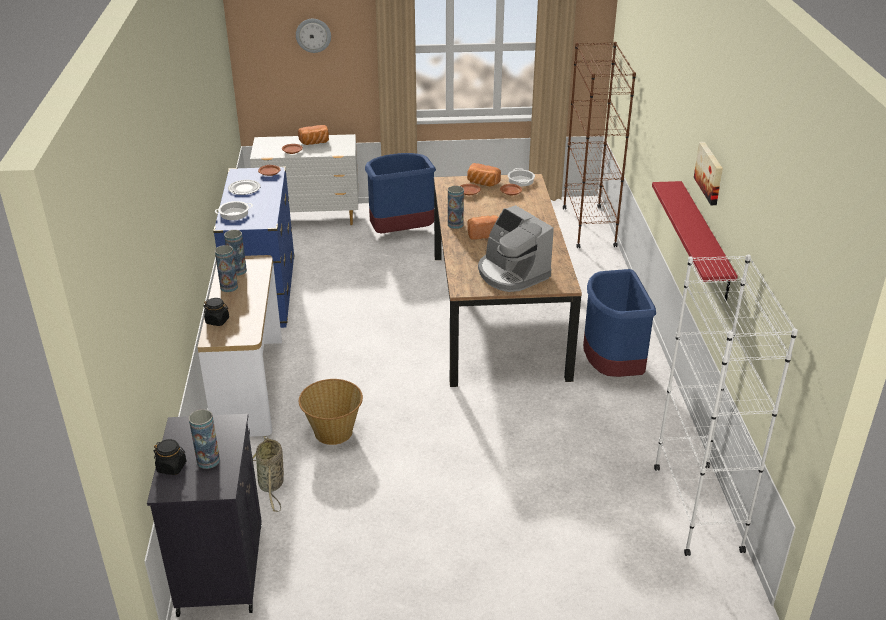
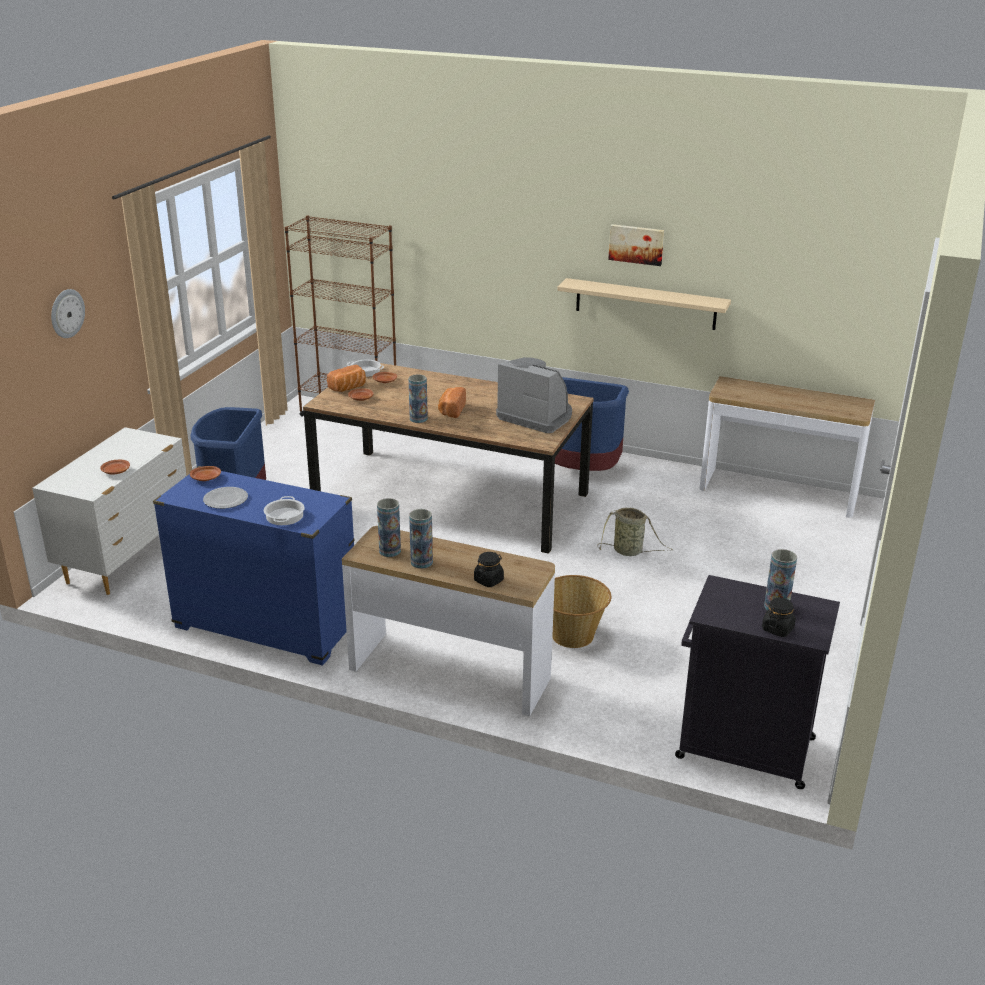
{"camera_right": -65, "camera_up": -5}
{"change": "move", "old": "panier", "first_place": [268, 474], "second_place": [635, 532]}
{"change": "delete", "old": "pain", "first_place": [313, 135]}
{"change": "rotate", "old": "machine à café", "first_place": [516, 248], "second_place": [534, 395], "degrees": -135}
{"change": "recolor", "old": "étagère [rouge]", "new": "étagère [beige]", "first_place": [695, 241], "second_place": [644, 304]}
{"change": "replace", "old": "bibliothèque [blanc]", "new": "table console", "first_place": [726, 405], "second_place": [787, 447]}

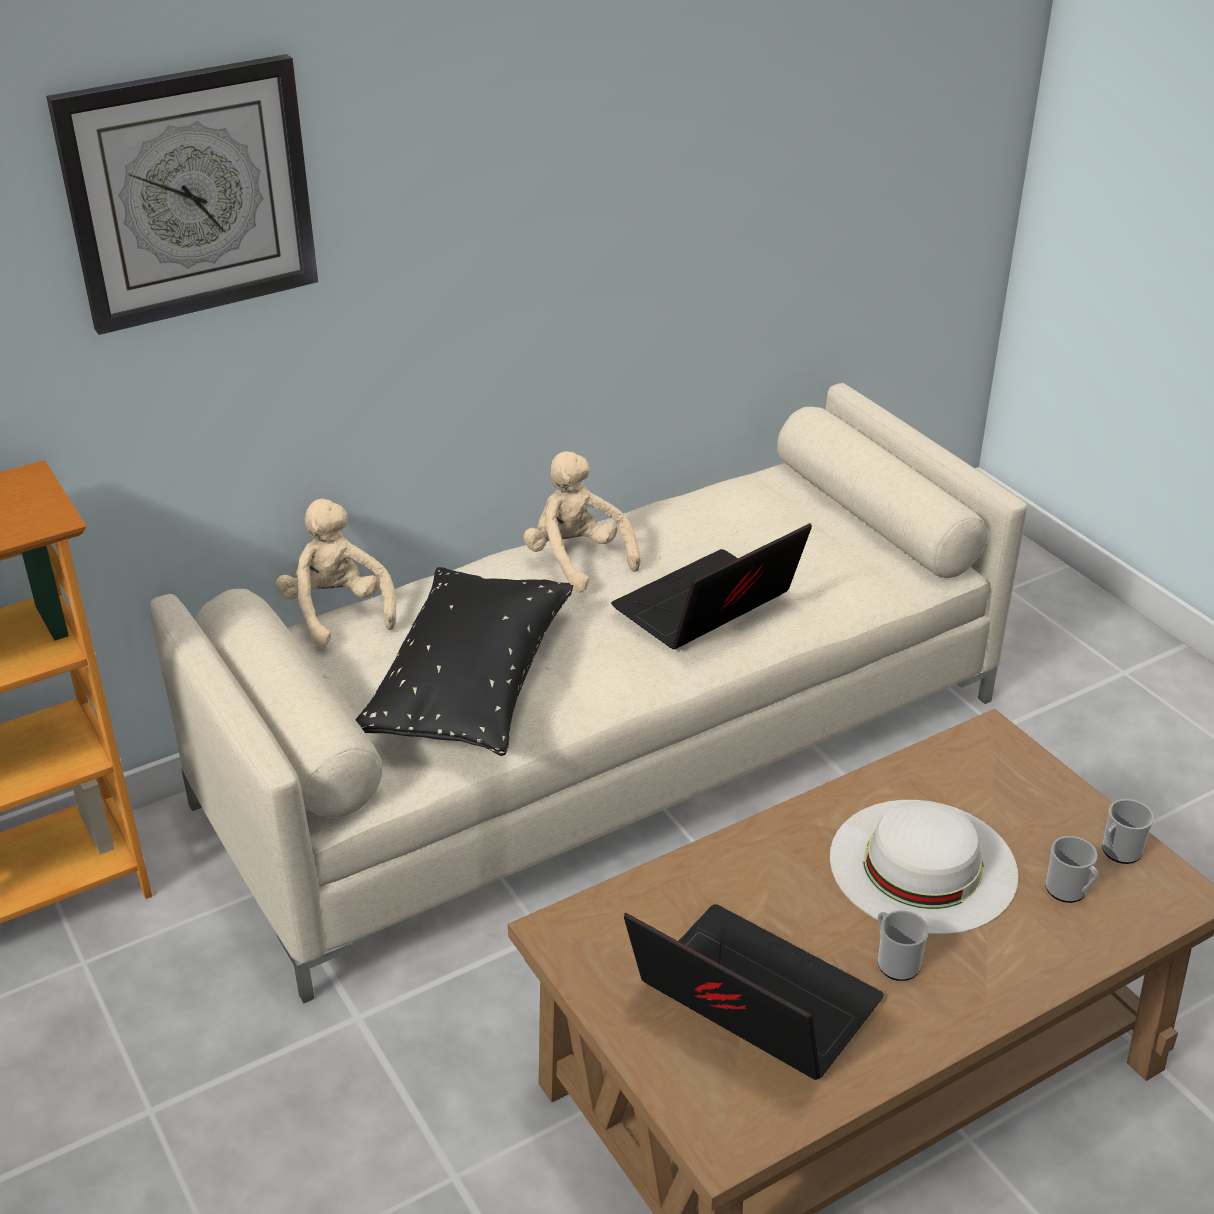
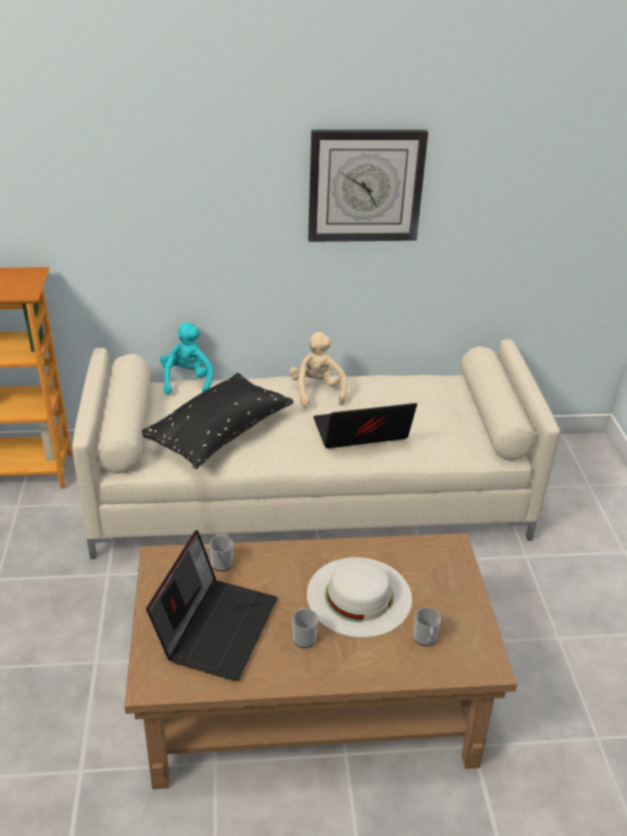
{"camera_right": 25, "camera_up": 0}
{"change": "move", "old": "horloge murale", "first_place": [182, 194], "second_place": [368, 186]}
{"change": "recolor", "old": "peluche [beige]", "new": "peluche [turquoise]", "first_place": [336, 573], "second_place": [186, 358]}
{"change": "rotate", "old": "ordinateur portable", "first_place": [754, 992], "second_place": [212, 605], "degrees": 45}
{"change": "move", "old": "mug", "first_place": [1128, 831], "second_place": [218, 553]}

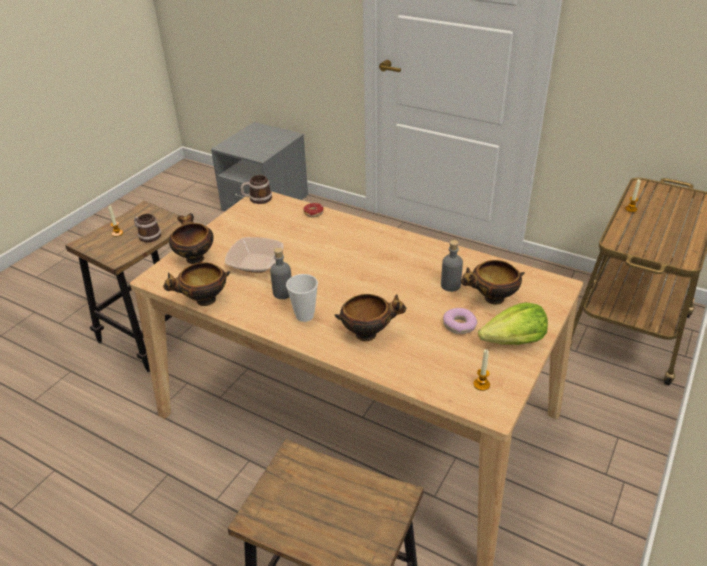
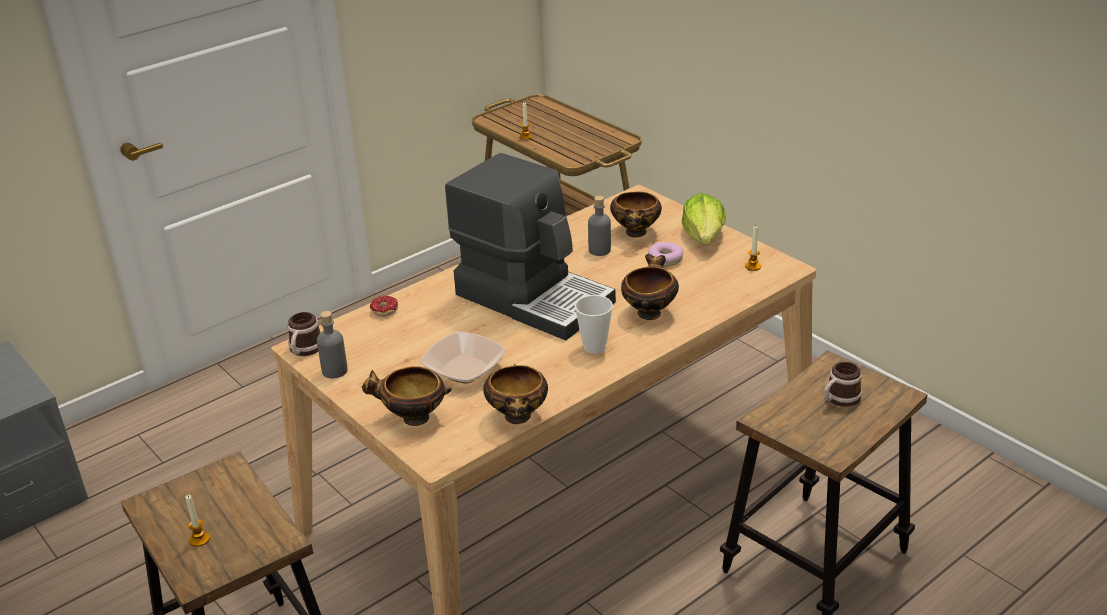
{"camera_right": -70, "camera_up": -5}
{"change": "move", "old": "mug", "first_place": [147, 228], "second_place": [843, 384]}
{"change": "move", "old": "bouteille [gris]", "first_place": [280, 273], "second_place": [332, 344]}
{"change": "insert", "new": "machine à café", "second_place": [530, 247]}

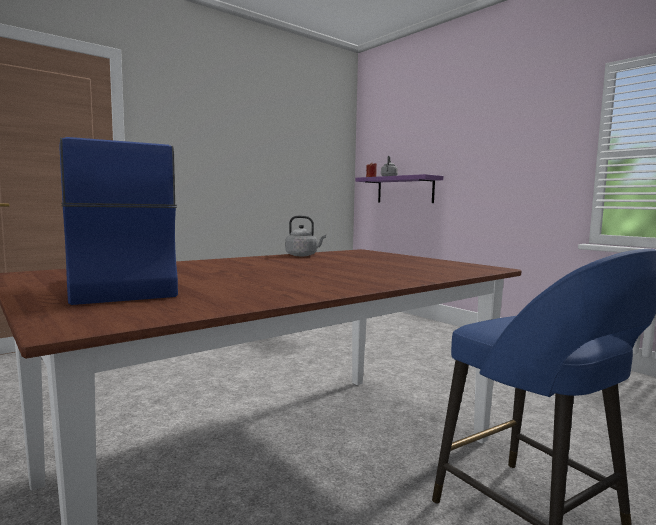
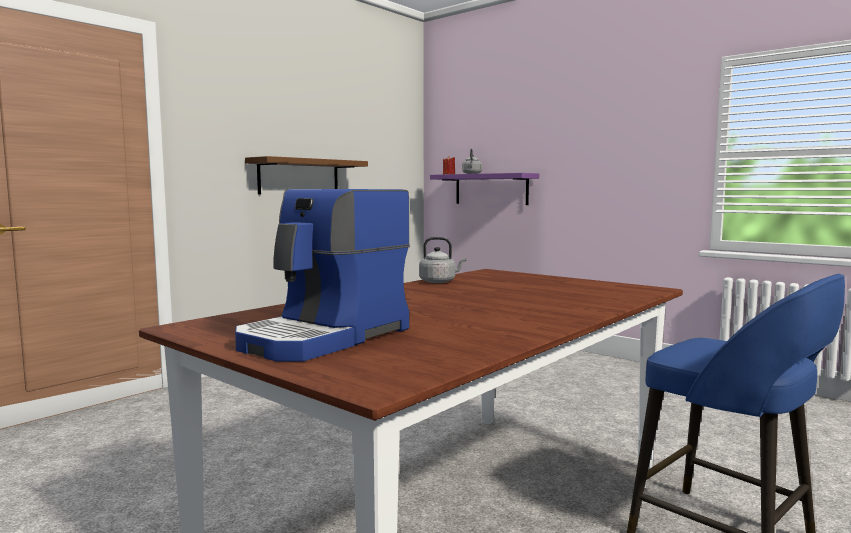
{"camera_right": -10, "camera_up": 0}
{"change": "rotate", "old": "machine à café", "first_place": [118, 221], "second_place": [322, 275], "degrees": -105}
{"change": "insert", "new": "étagère [marron]", "second_place": [306, 175]}

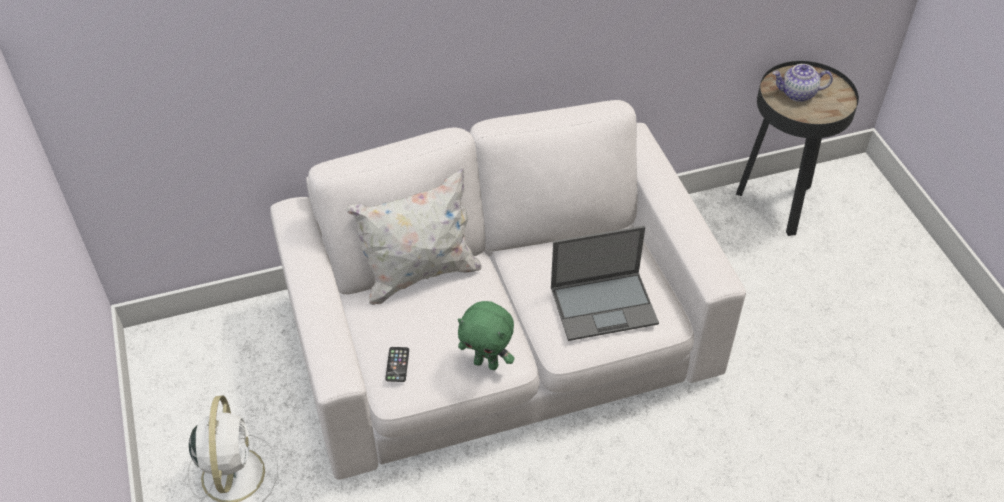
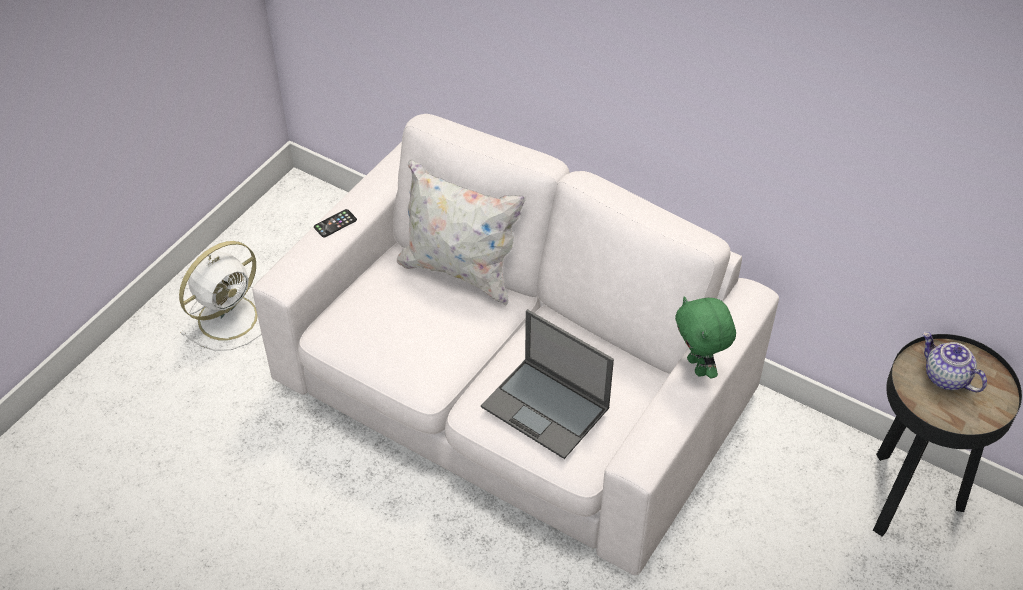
{"camera_right": 50, "camera_up": 0}
{"change": "move", "old": "téléphone", "first_place": [397, 364], "second_place": [335, 223]}
{"change": "move", "old": "peluche [vert]", "first_place": [486, 335], "second_place": [705, 337]}

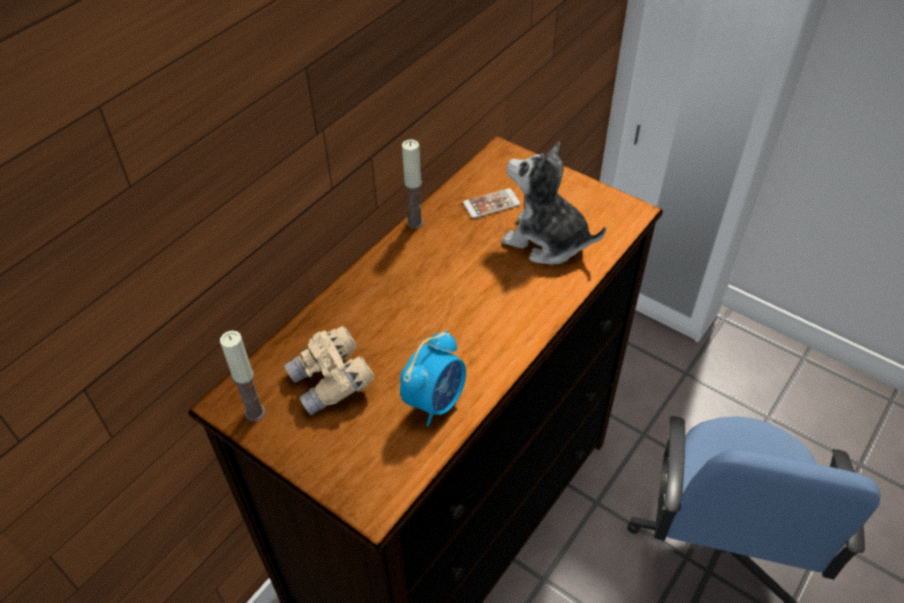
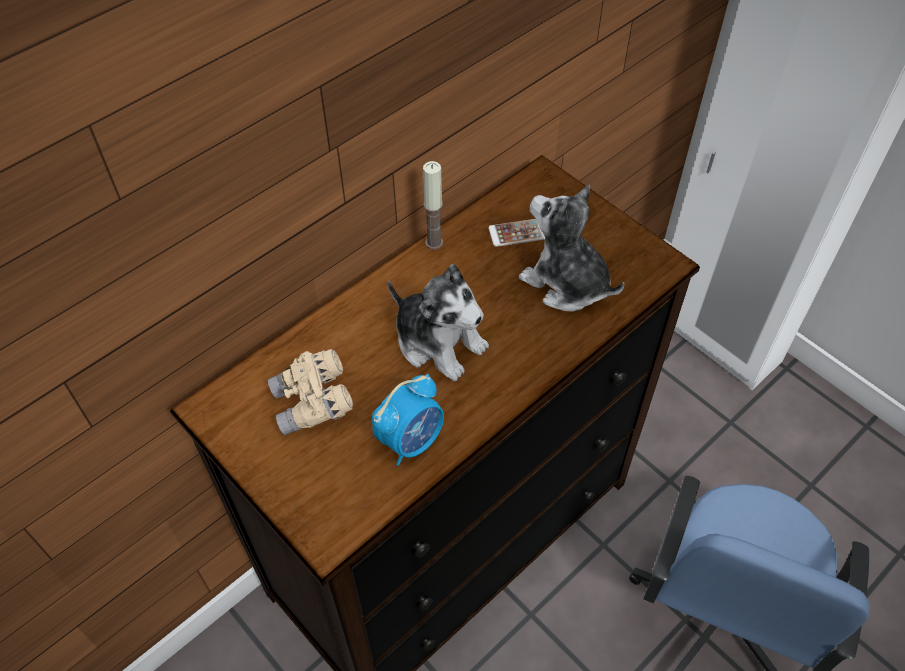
{"camera_right": 10, "camera_up": 5}
{"change": "delete", "old": "bougie", "first_place": [243, 376]}
{"change": "insert", "new": "peluche", "second_place": [438, 322]}

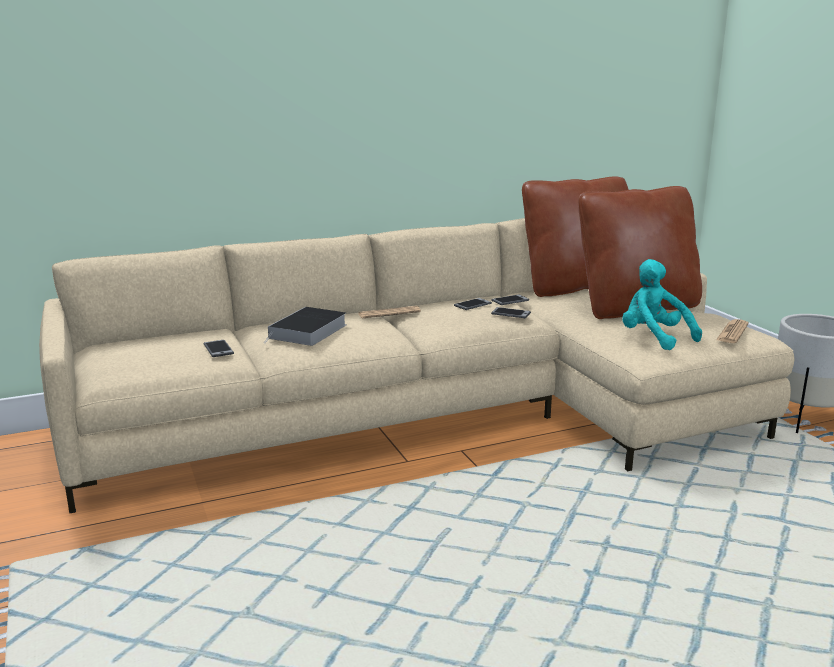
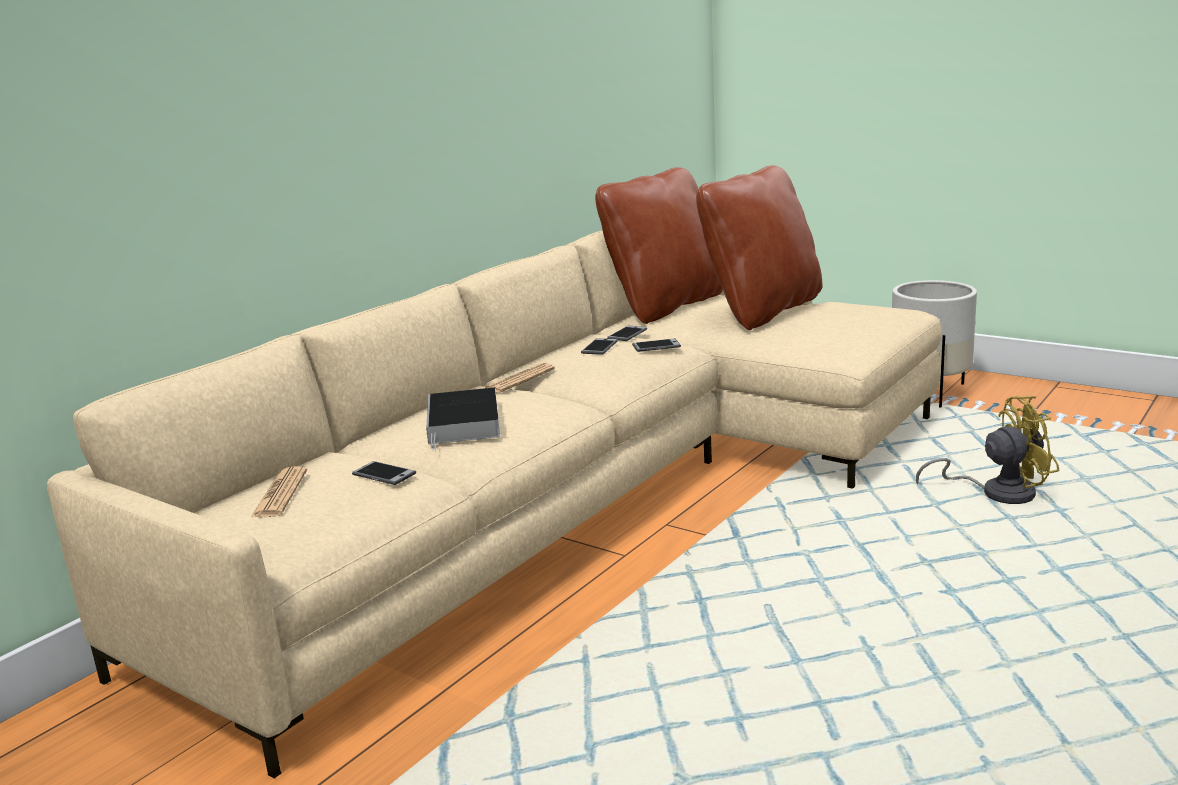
{"camera_right": -30, "camera_up": 0}
{"change": "delete", "old": "peluche [turquoise]", "first_place": [662, 304]}
{"change": "move", "old": "journal", "first_place": [732, 331], "second_place": [278, 492]}
{"change": "insert", "new": "ventilateur [jaune]", "second_place": [988, 450]}

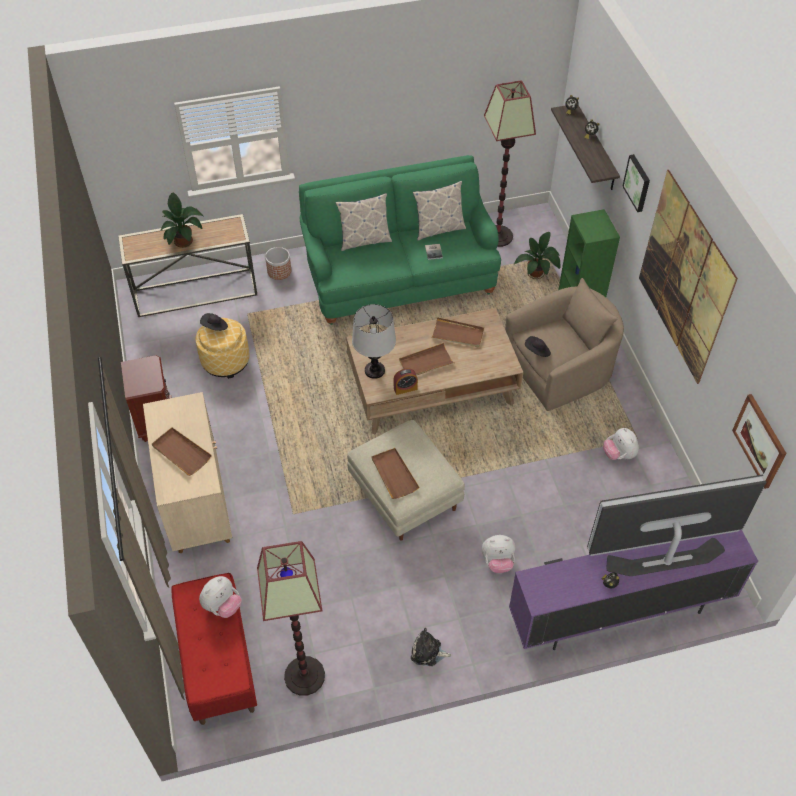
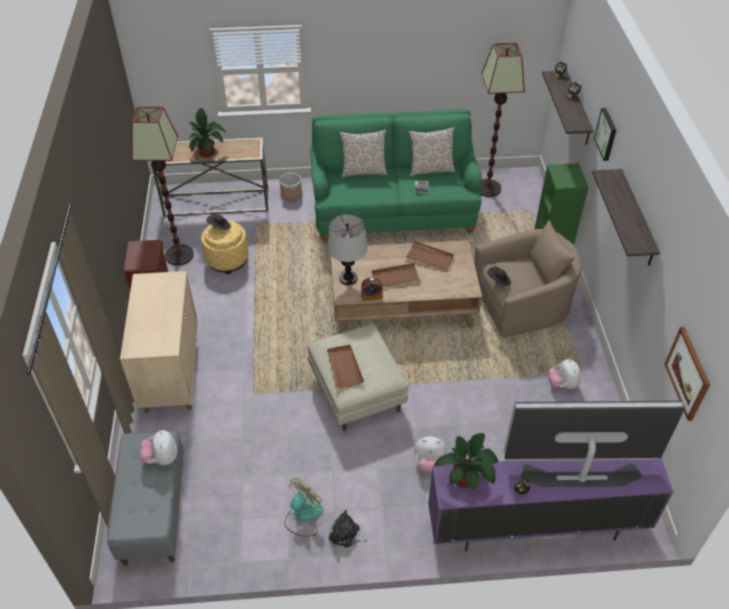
{"camera_right": 10, "camera_up": -5}
{"change": "delete", "old": "plateau [marron]", "first_place": [182, 451]}
{"change": "recolor", "old": "banc [rouge]", "new": "banc [gris]", "first_place": [214, 649], "second_place": [145, 498]}
{"change": "rotate", "old": "peluche", "first_place": [220, 597], "second_place": [158, 448], "degrees": 120}
{"change": "move", "old": "lampadaire", "first_place": [291, 618], "second_place": [162, 186]}
{"change": "move", "old": "plante en pot", "first_place": [537, 255], "second_place": [466, 461]}
{"change": "replace", "old": "tableau", "new": "étagère", "first_place": [688, 277], "second_place": [626, 217]}
{"change": "insert", "new": "ventilateur", "second_place": [303, 507]}

